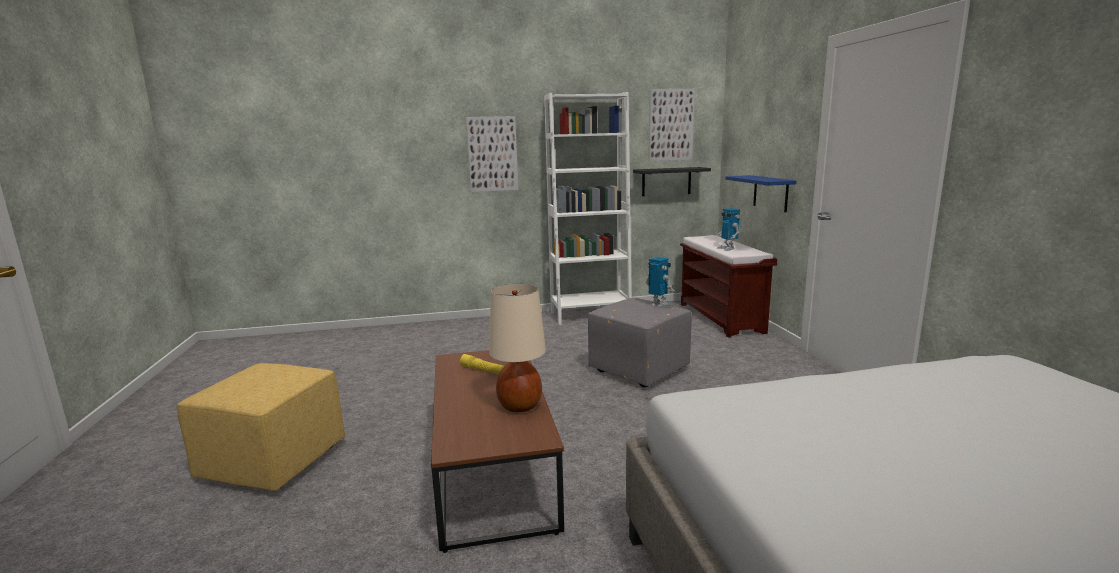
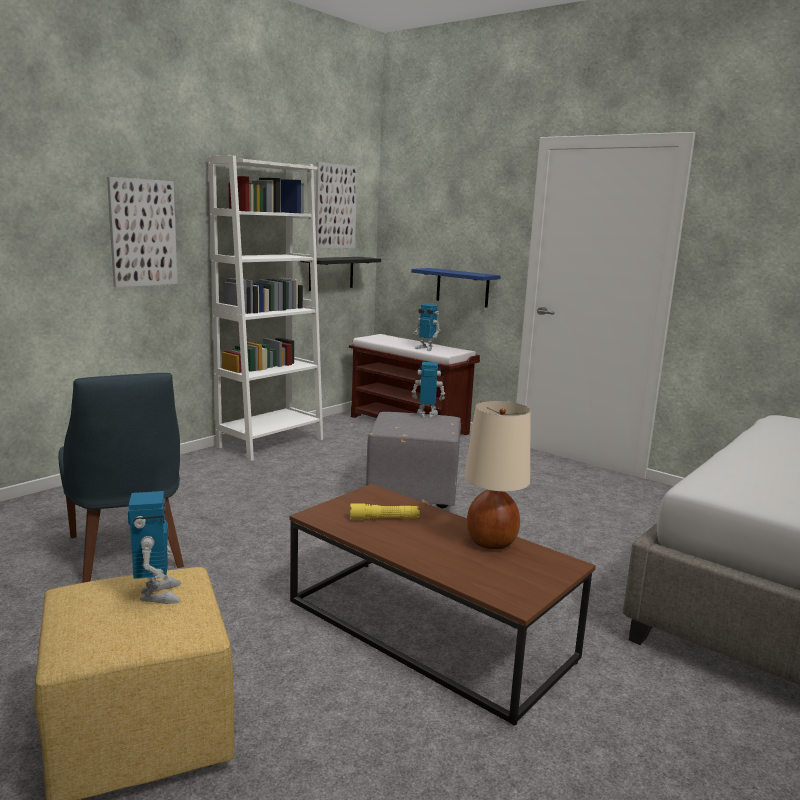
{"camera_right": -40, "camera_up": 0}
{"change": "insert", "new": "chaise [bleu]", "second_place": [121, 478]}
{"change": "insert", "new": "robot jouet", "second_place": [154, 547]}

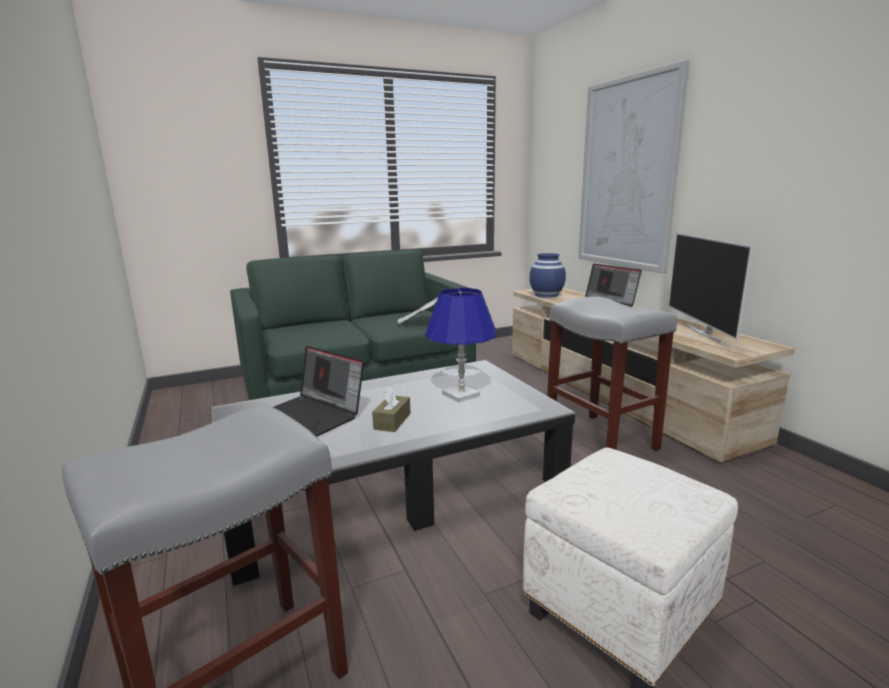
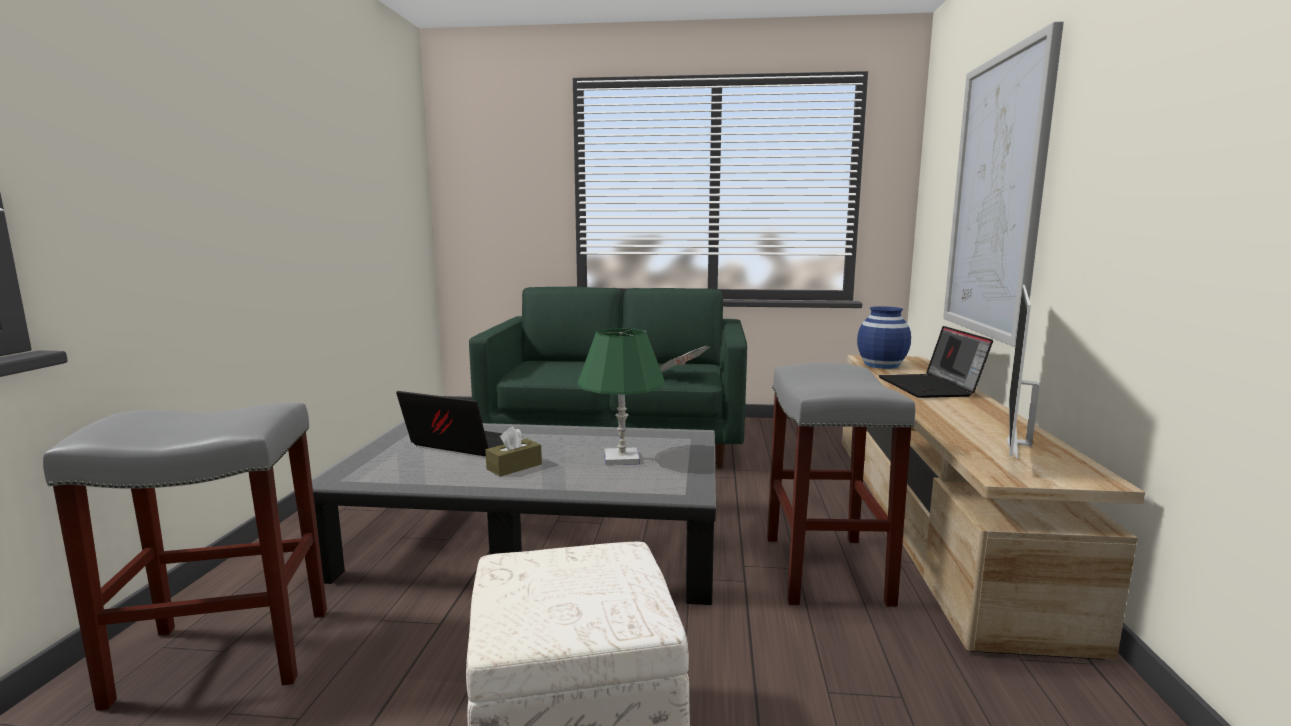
{"camera_right": 30, "camera_up": -5}
{"change": "rotate", "old": "ordinateur portable", "first_place": [318, 391], "second_place": [459, 423], "degrees": 135}
{"change": "recolor", "old": "lampe de table [bleu]", "new": "lampe de table [vert]", "first_place": [461, 345], "second_place": [621, 396]}

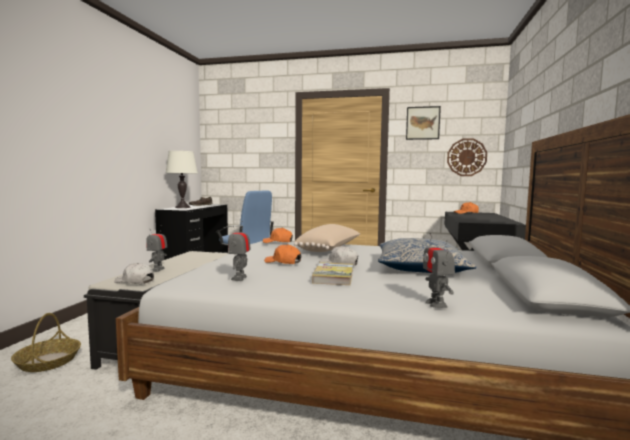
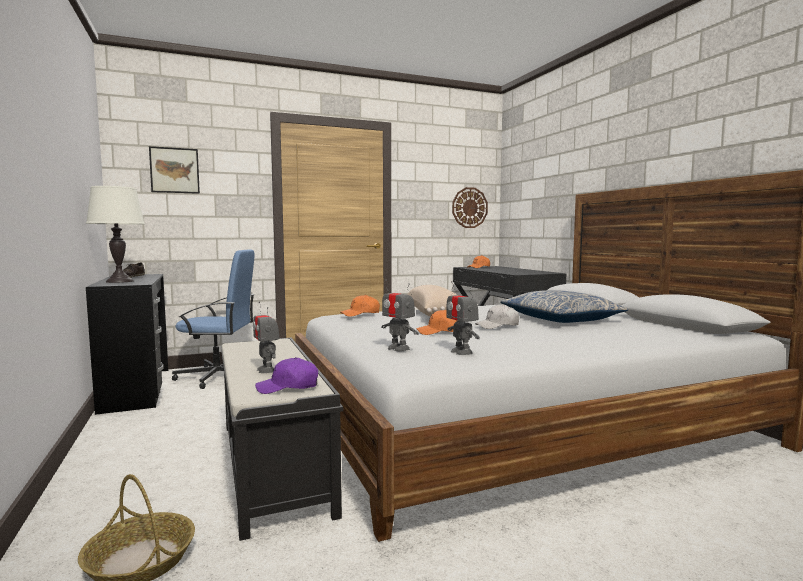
{"camera_right": -35, "camera_up": 0}
{"change": "recolor", "old": "casquette [blanc]", "new": "casquette [violet]", "first_place": [134, 273], "second_place": [286, 375]}
{"change": "delete", "old": "livre", "first_place": [332, 273]}
{"change": "move", "old": "tableau", "first_place": [423, 123], "second_place": [174, 170]}
{"change": "move", "old": "robot jouet", "first_place": [439, 270], "second_place": [400, 315]}

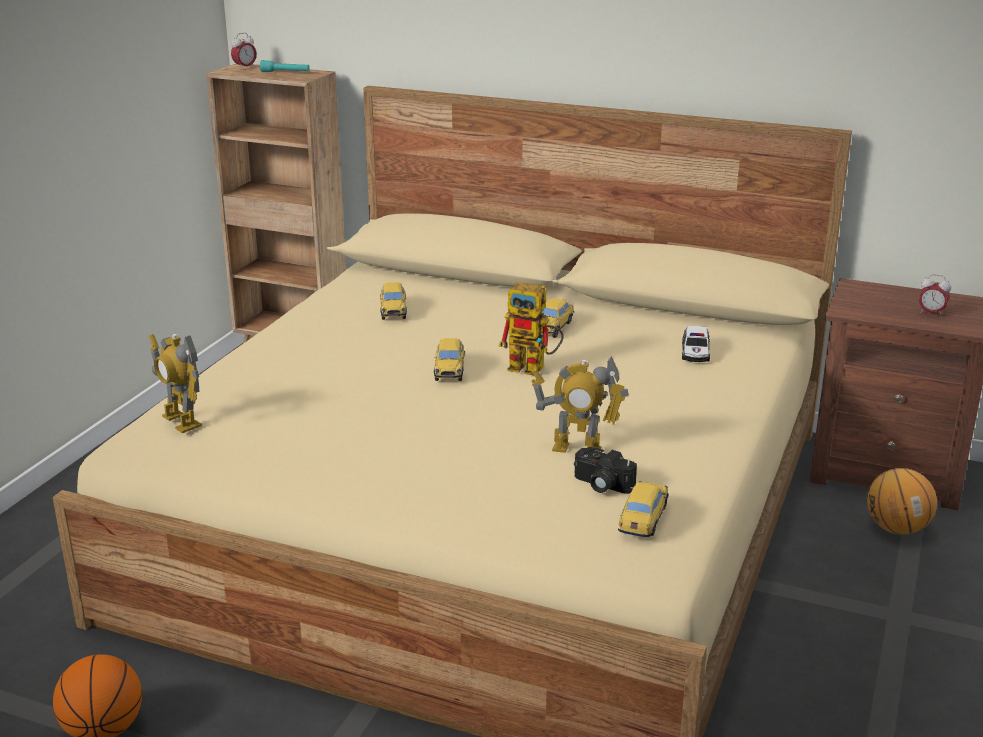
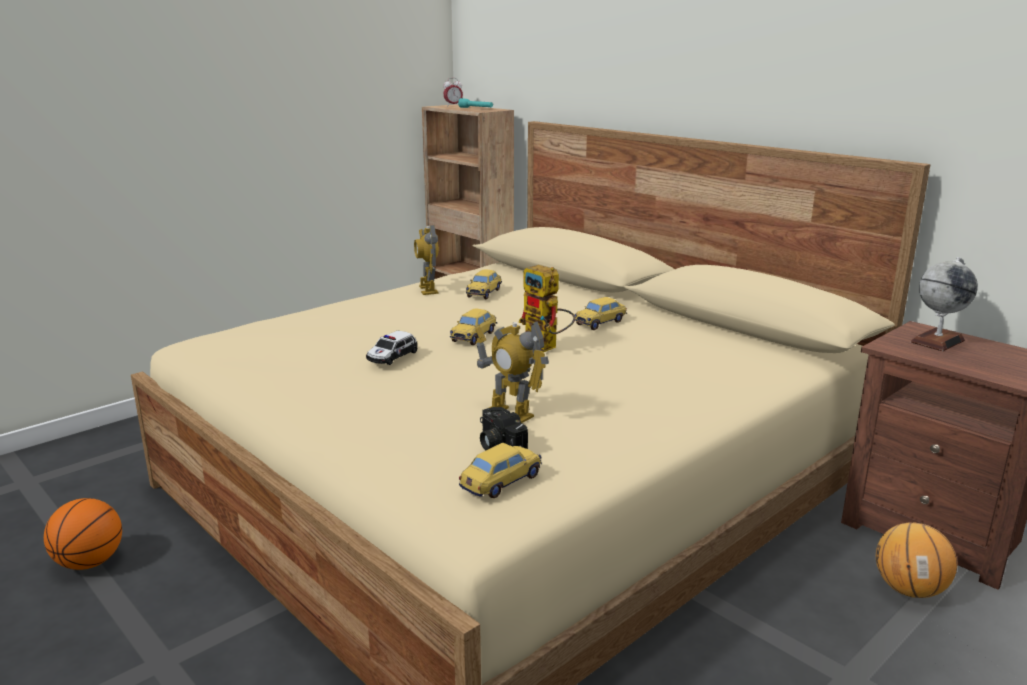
{"camera_right": 25, "camera_up": -5}
{"change": "move", "old": "robot jouet", "first_place": [175, 383], "second_place": [426, 260]}
{"change": "move", "old": "petite voiture", "first_place": [696, 344], "second_place": [392, 348]}
{"change": "delete", "old": "réveil", "first_place": [935, 295]}
{"change": "insert", "new": "globe", "second_place": [944, 304]}

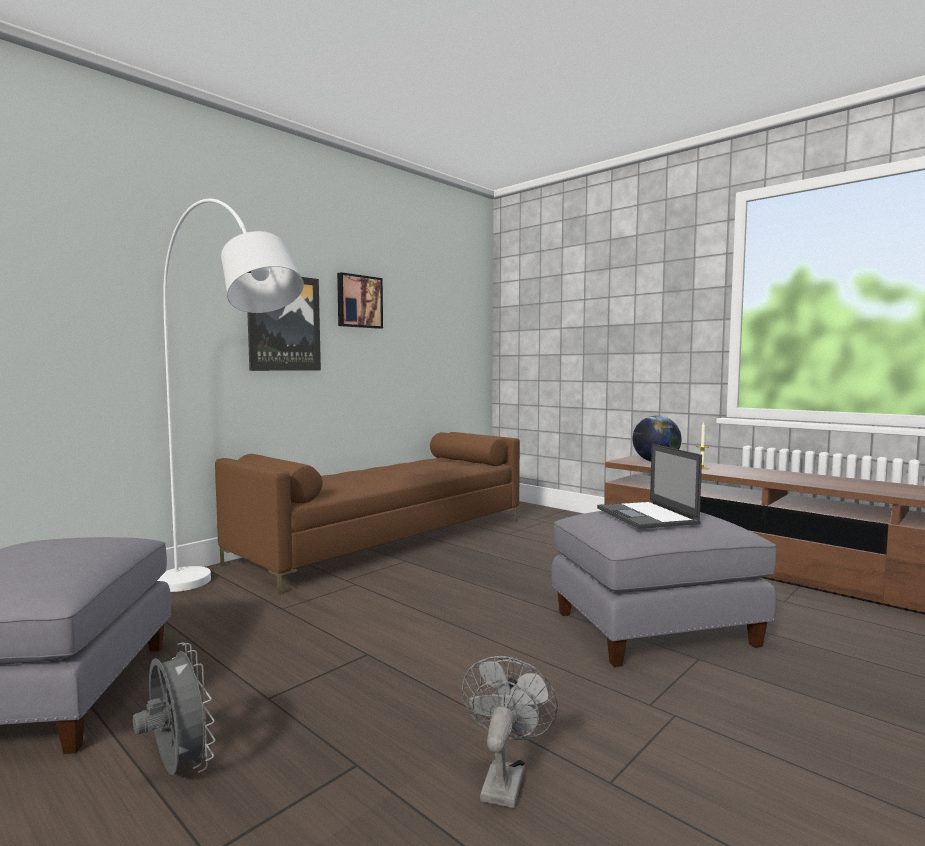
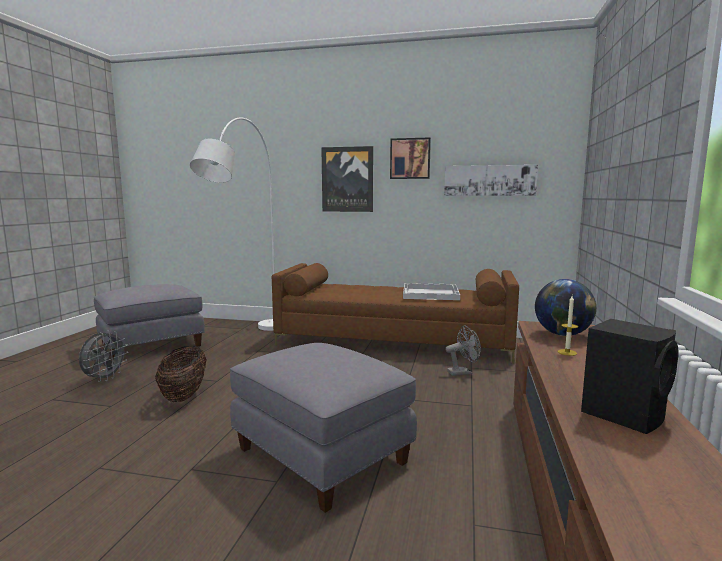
{"camera_right": 60, "camera_up": 5}
{"change": "move", "old": "ventilateur [gris]", "first_place": [510, 732], "second_place": [463, 351]}
{"change": "delete", "old": "ordinateur portable", "first_place": [649, 486]}
{"change": "insert", "new": "panier", "second_place": [181, 374]}
{"change": "insert", "new": "plateau [blanc]", "second_place": [431, 291]}
{"change": "insert", "new": "tableau", "second_place": [491, 180]}
{"change": "insert", "new": "enceinte [noir]", "second_place": [630, 376]}

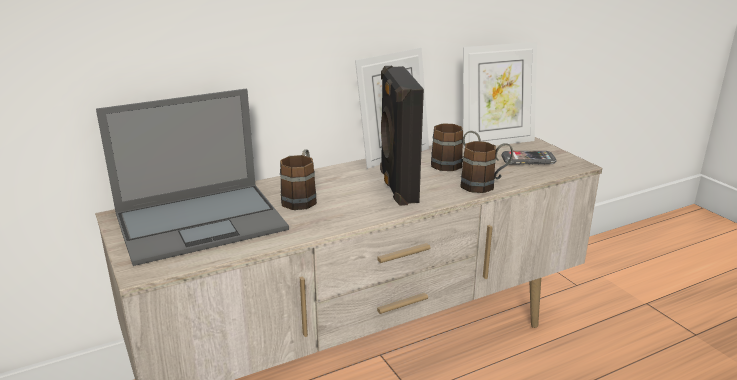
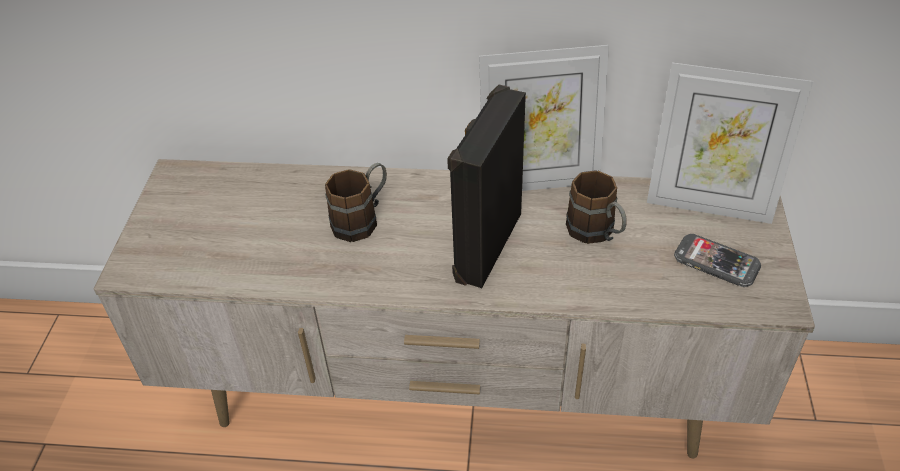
{"camera_right": 35, "camera_up": 20}
{"change": "delete", "old": "ordinateur portable", "first_place": [192, 177]}
{"change": "delete", "old": "mug [marron]", "first_place": [486, 167]}

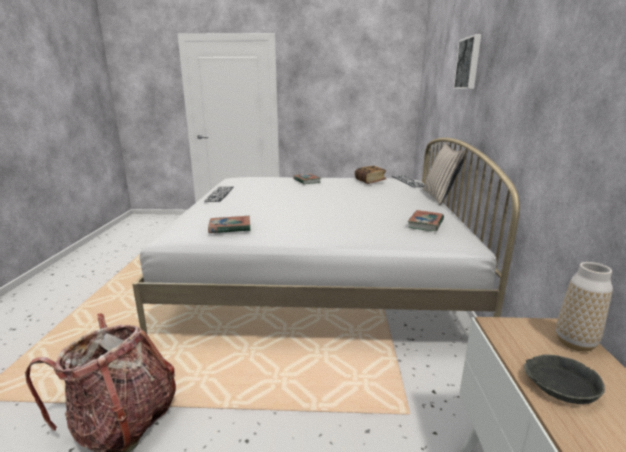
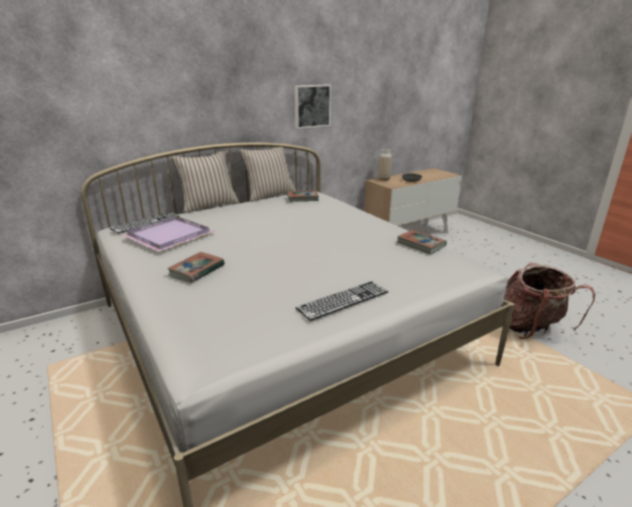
{"camera_right": -125, "camera_up": 5}
{"change": "replace", "old": "livre", "new": "plateau [violet]", "first_place": [370, 175], "second_place": [168, 234]}
{"change": "move", "old": "tableau", "first_place": [467, 61], "second_place": [312, 106]}
{"change": "insert", "new": "coussin [beige]", "second_place": [267, 172]}

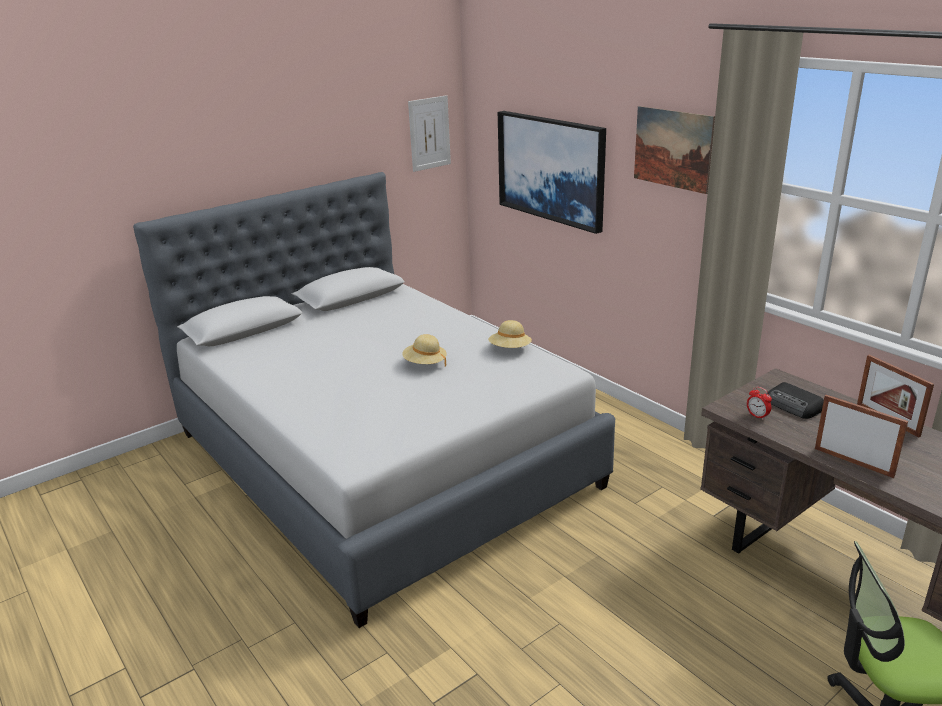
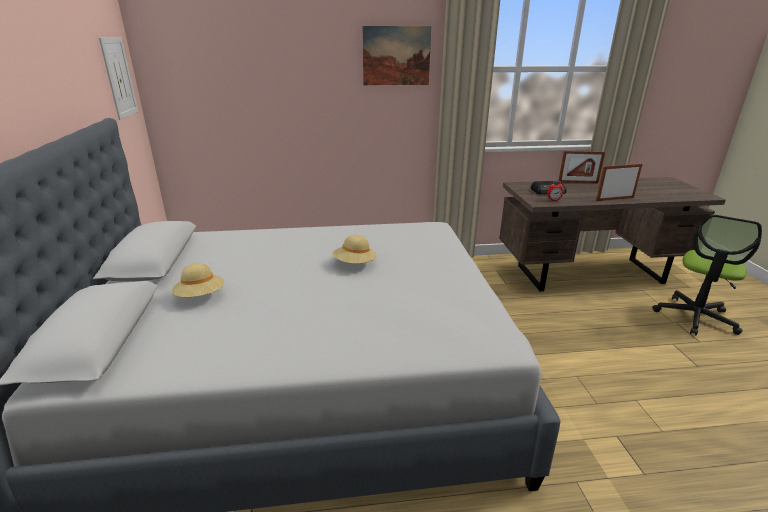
{"camera_right": -60, "camera_up": 0}
{"change": "move", "old": "chapeau [beige]", "first_place": [510, 334], "second_place": [198, 280]}
{"change": "delete", "old": "tableau", "first_place": [552, 172]}

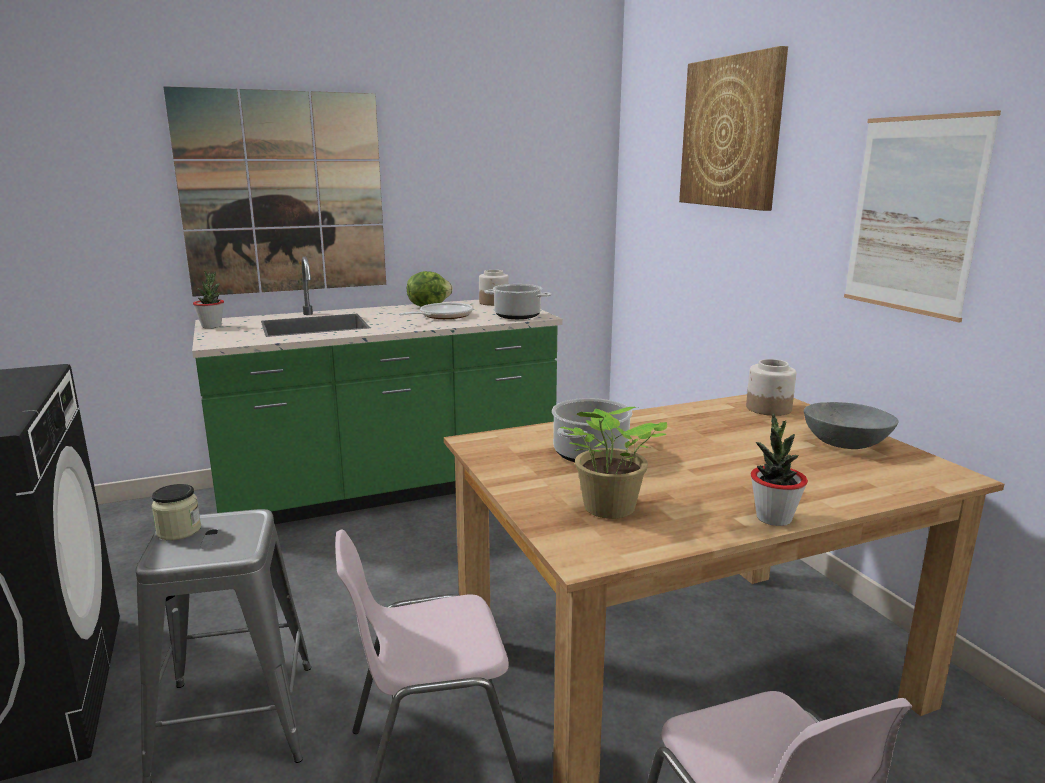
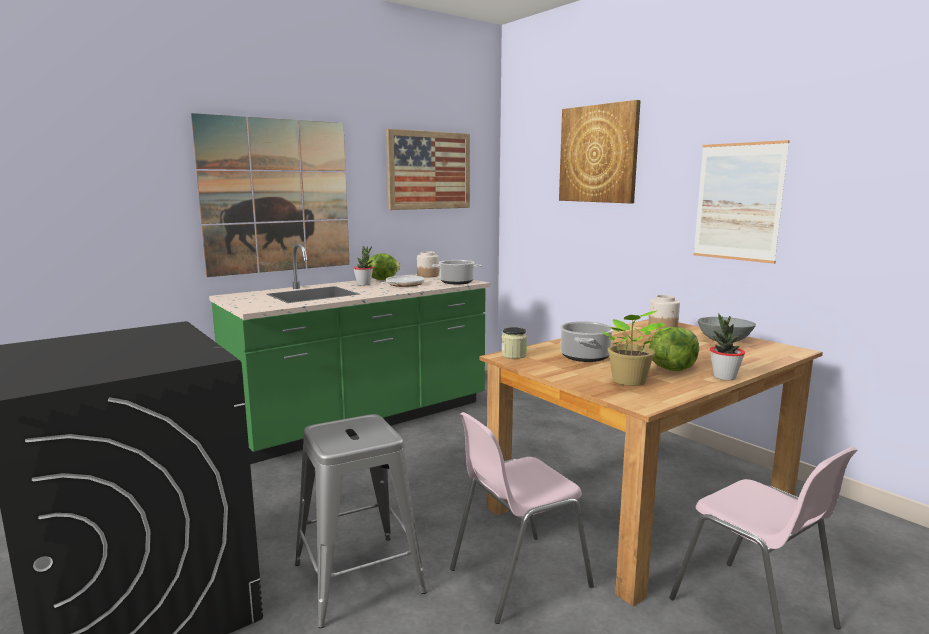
{"camera_right": -15, "camera_up": -5}
{"change": "move", "old": "bocal", "first_place": [176, 512], "second_place": [514, 343]}
{"change": "move", "old": "plante en pot", "first_place": [208, 299], "second_place": [363, 265]}
{"change": "insert", "new": "tableau", "second_place": [428, 169]}
{"change": "insert", "new": "laitue", "second_place": [674, 349]}

